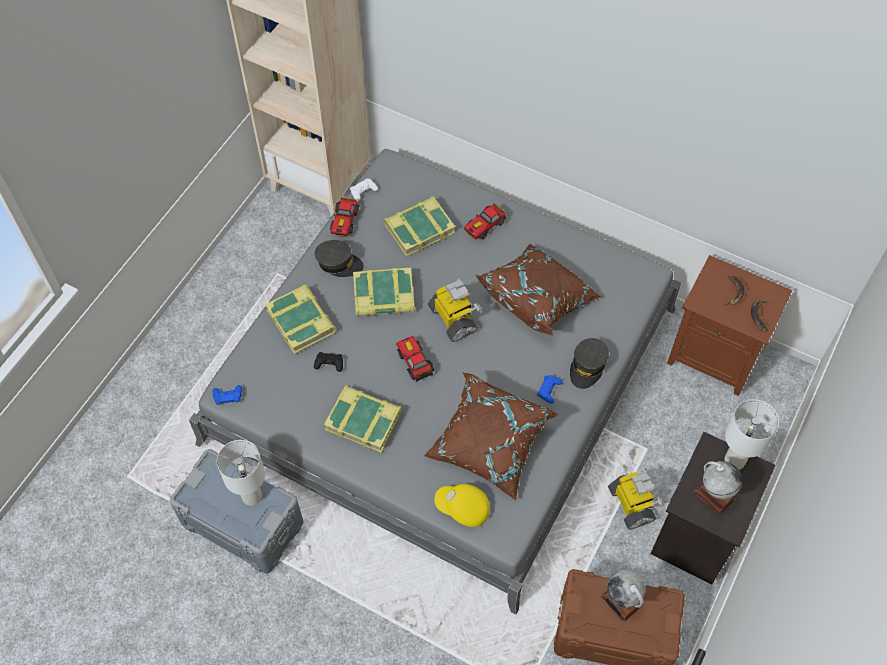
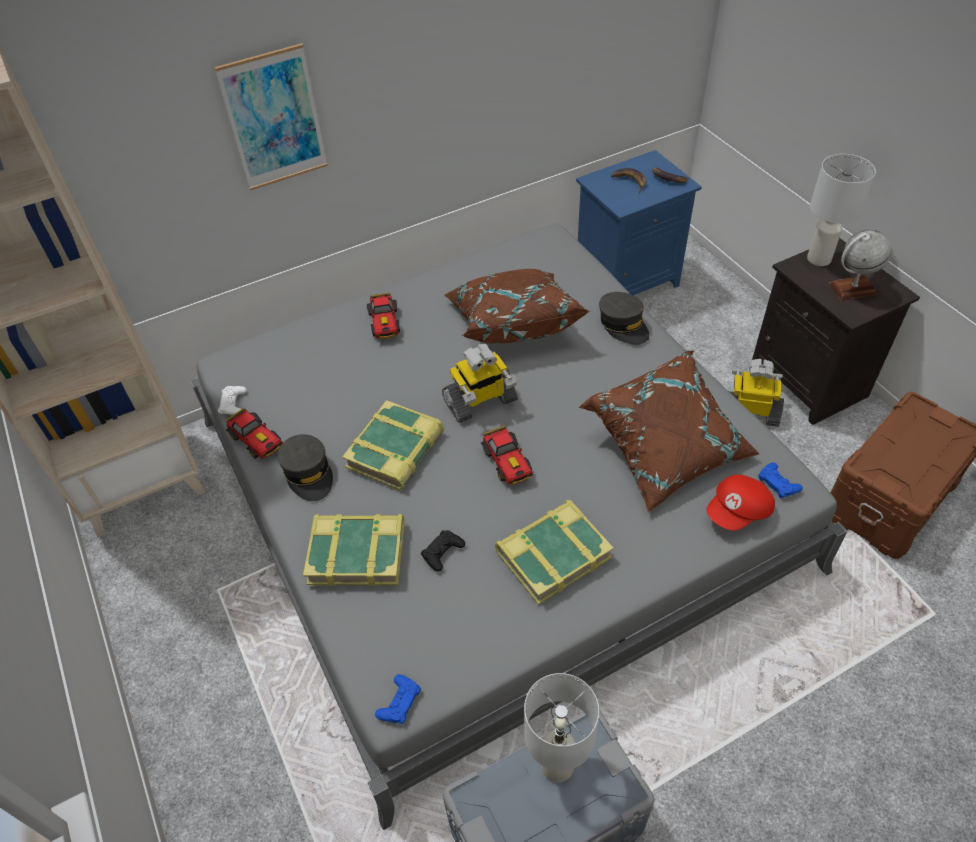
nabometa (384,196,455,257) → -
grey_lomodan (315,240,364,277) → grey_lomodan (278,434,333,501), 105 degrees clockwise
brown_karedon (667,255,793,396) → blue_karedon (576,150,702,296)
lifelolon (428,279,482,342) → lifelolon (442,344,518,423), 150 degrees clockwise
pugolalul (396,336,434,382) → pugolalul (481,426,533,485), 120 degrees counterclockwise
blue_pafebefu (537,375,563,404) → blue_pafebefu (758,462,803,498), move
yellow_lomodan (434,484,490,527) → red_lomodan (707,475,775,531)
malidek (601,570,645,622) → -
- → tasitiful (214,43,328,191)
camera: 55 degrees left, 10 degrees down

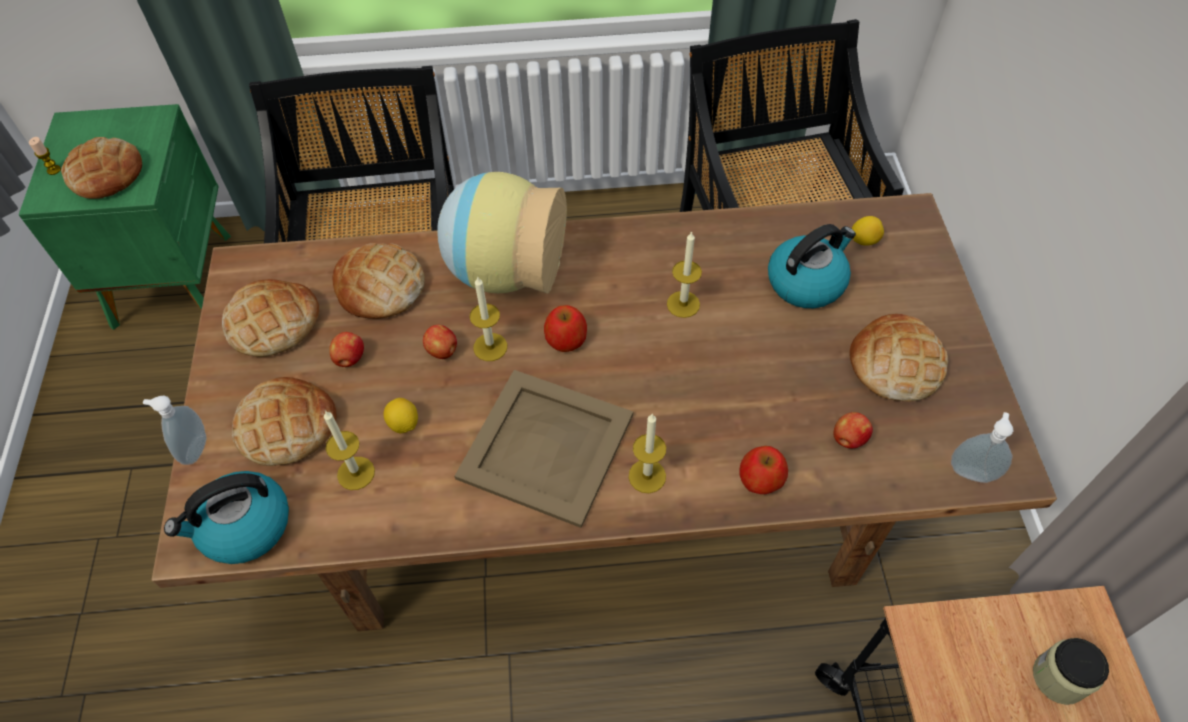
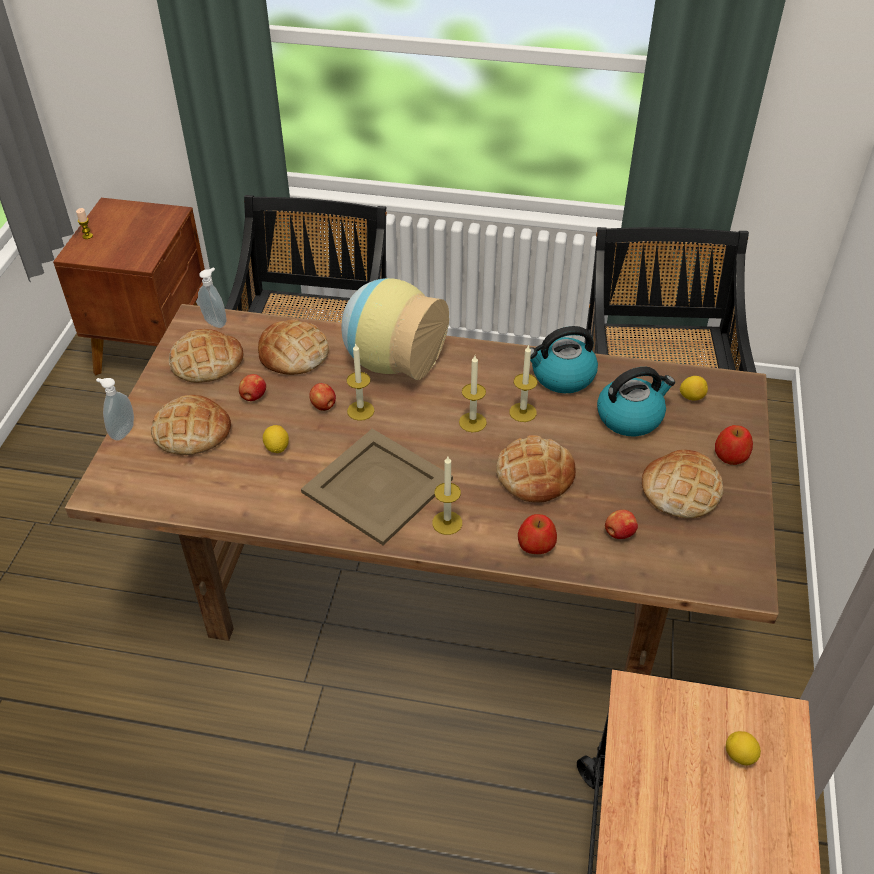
green_karedon (19,104,231,330) → brown_karedon (53,198,205,375)
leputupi (61,137,142,199) → leputupi (496,435,576,503), move
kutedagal (544,305,587,352) → kutedagal (715,425,753,465), move
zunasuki (324,411,375,490) → zunasuki (459,356,487,432), move
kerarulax (951,412,1013,483) → kerarulax (198,267,226,328), move
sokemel (164,471,289,564) → sokemel (530,326,598,393), move
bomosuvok (1033,638,1109,705) → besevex (726,731,761,765)
camera: 15 degrees right, 10 degrees down

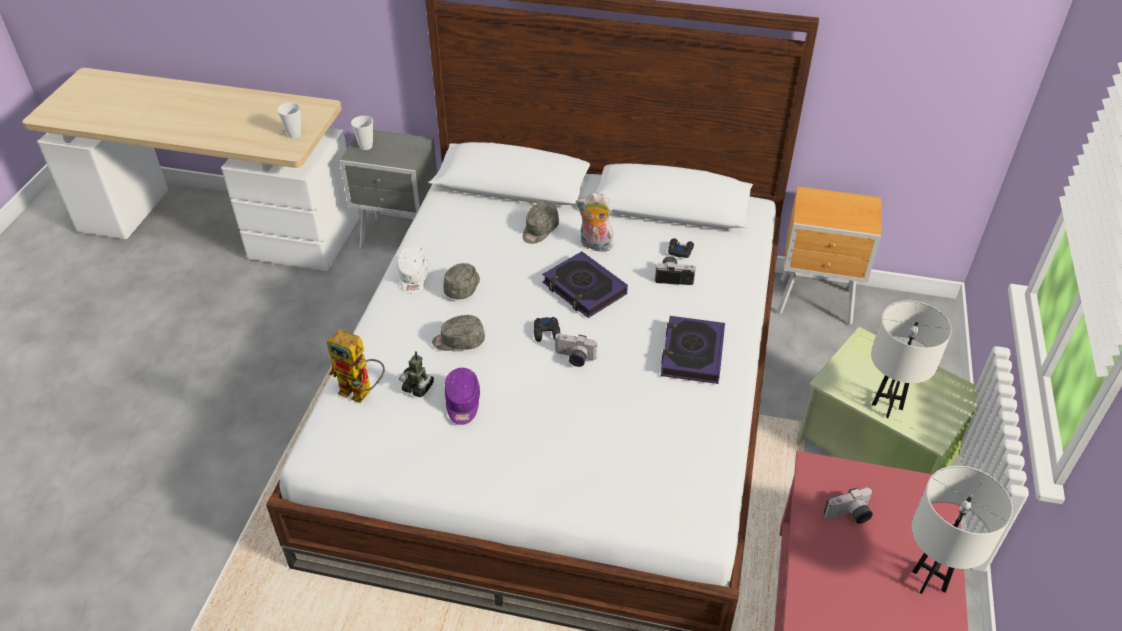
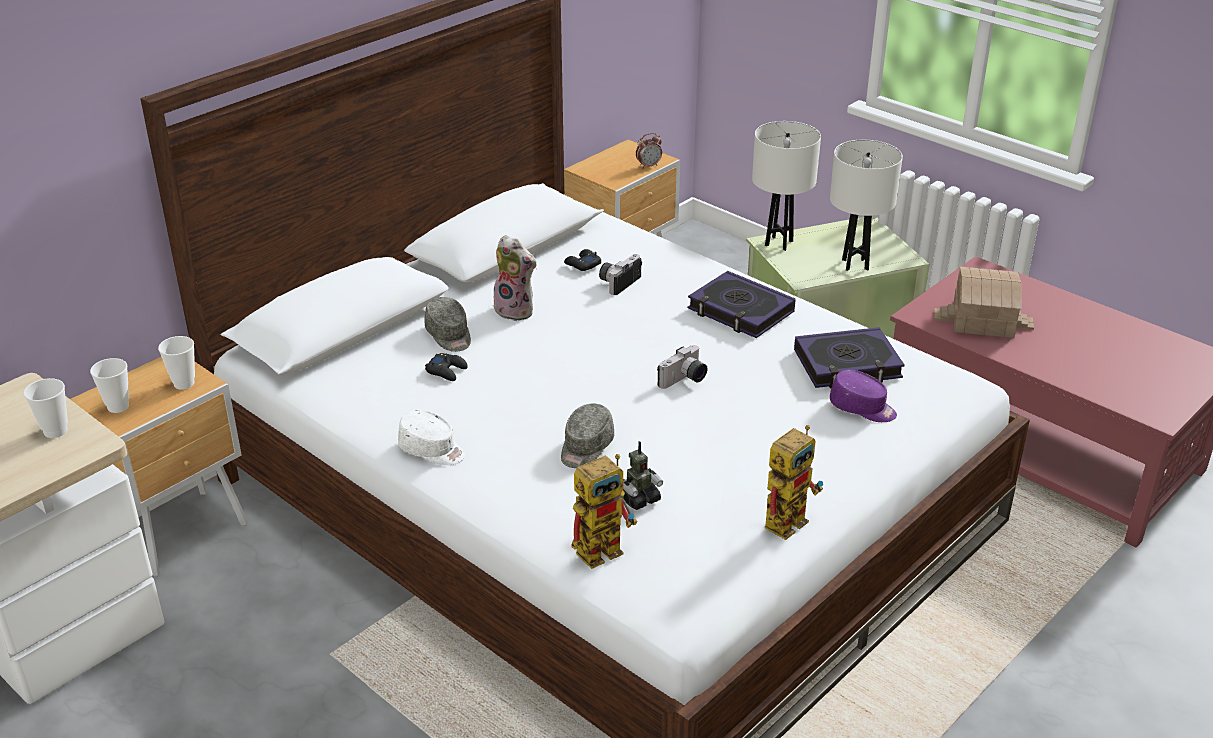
grey_karedon (339,130,437,250) → brown_karedon (70,357,248,577)
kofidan (576,193,614,252) → kofidan (494,235,536,321), 105 degrees counterclockwise
nabometa (542,251,628,318) → nabometa (794,327,905,389), move
grey_lomodan (443,263,480,299) → -
black_pafebefu (534,317,560,342) → black_pafebefu (425,353,468,381), move
purple_lomodan (445,368,480,425) → purple_lomodan (830,370,897,422), move
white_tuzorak (912,466,1013,594) → white_tuzorak (752,121,821,251), move
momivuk (824,488,873,524) → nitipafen (934,267,1034,338)
- → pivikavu (636,133,662,169)
- → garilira (158,336,195,390)
- → lifelolon (765,425,823,540)
camera: 60 degrees left, 10 degrees down

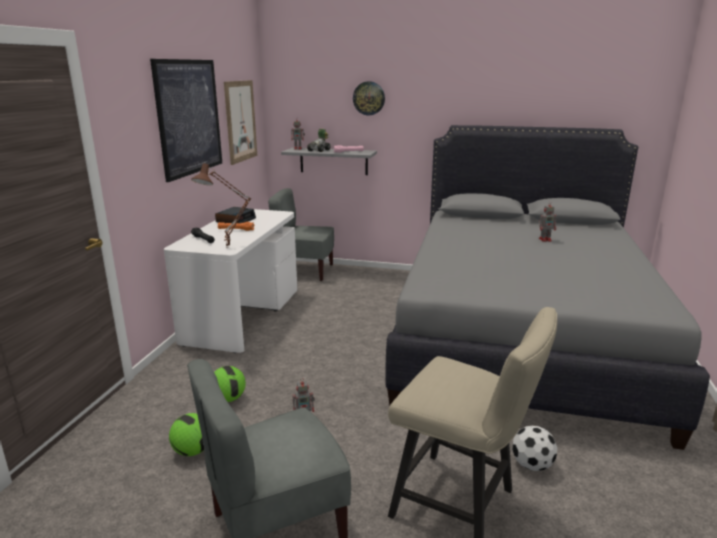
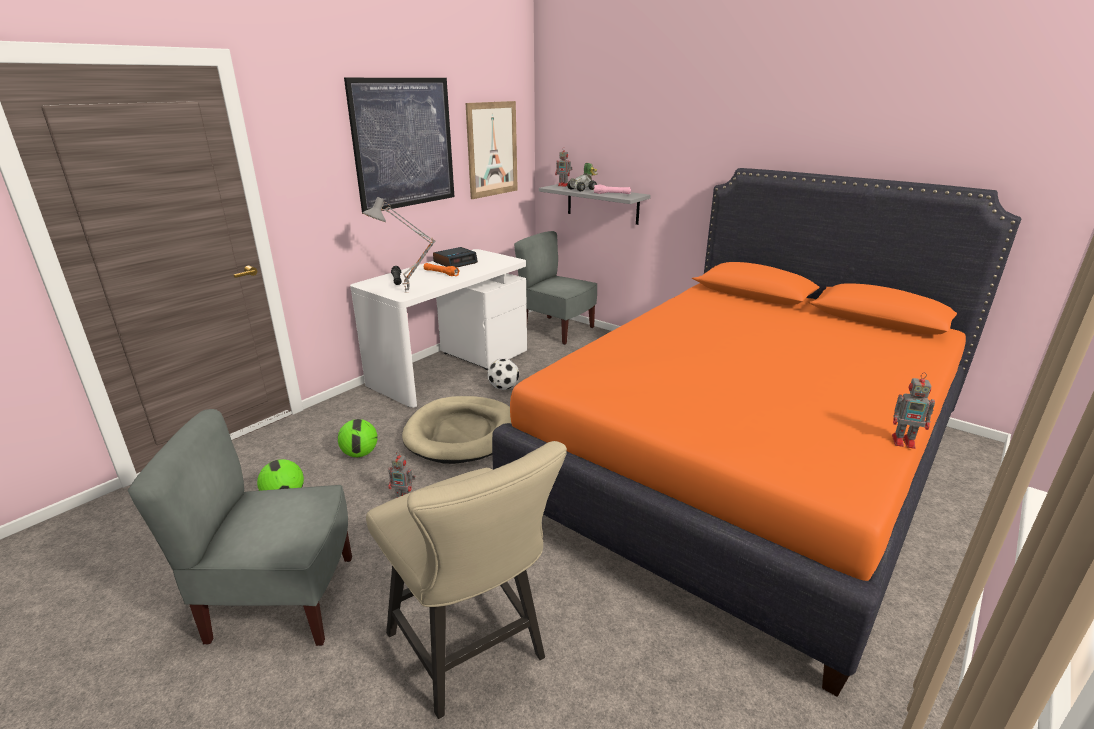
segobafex (353,81,385,115) → -
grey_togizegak (386,125,710,450) → orange_togizegak (492,168,1021,697)
brown_tuzorak (191,163,251,248) → grey_tuzorak (363,197,436,293)
lifelolon (539,201,557,242) → lifelolon (892,372,935,449), move
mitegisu (512,425,557,471) → mitegisu (487,358,519,390), move
- → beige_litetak (402,396,511,464)
camera: 25 degrees right, 5 degrees up

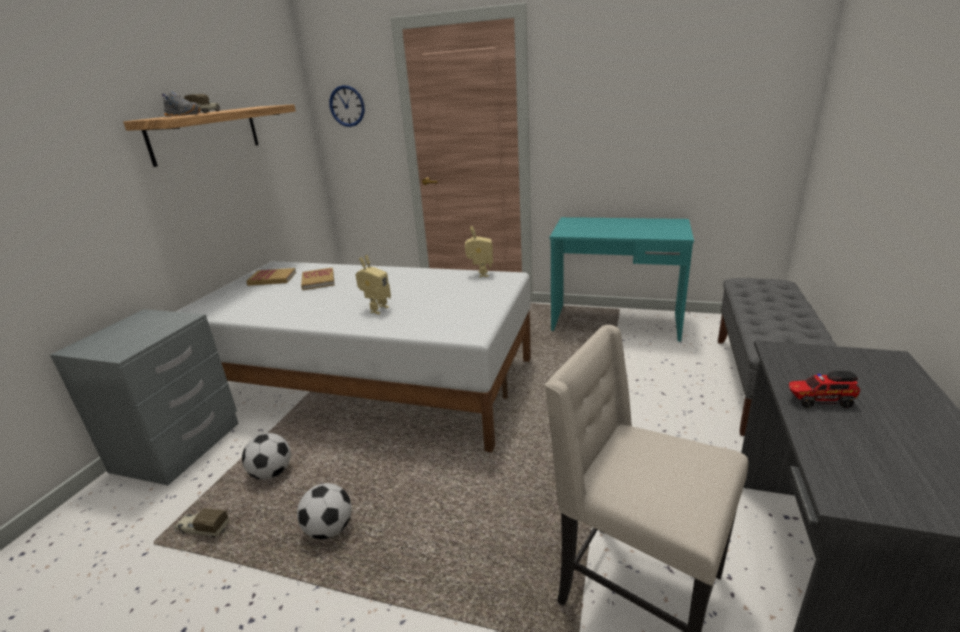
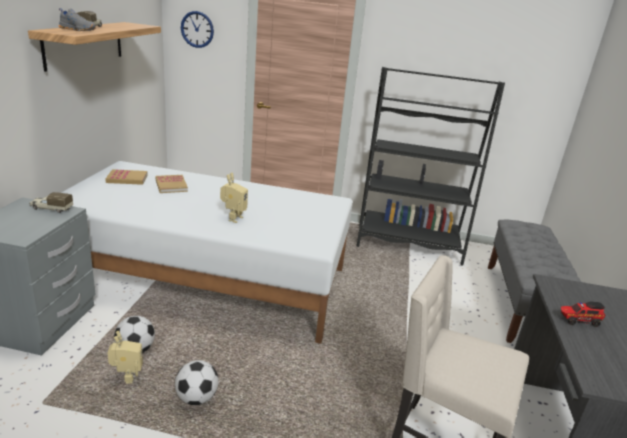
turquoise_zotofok (550,217,694,342) → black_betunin (357,67,505,266)
lifelolon (465,226,493,277) → lifelolon (107,331,143,384), move
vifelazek (174,508,230,538) → vifelazek (29,192,73,213), move
camera: 10 degrees left, 0 degrees up

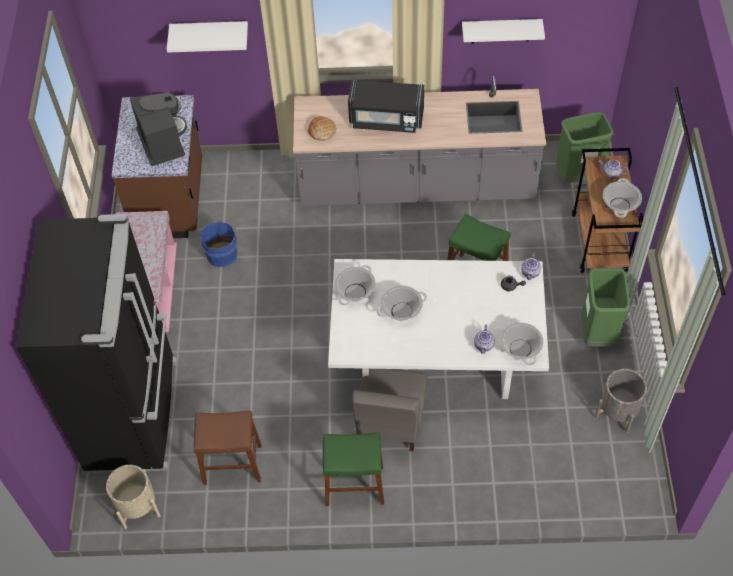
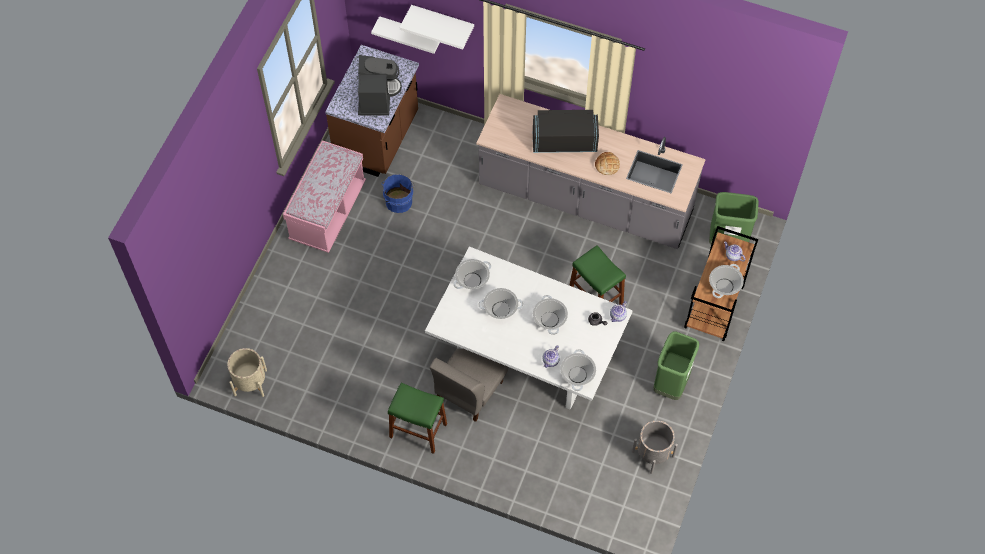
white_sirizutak (462,19,545,43) → white_sirizutak (371,16,440,54), move
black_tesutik (348,80,424,133) → black_tesutik (533,110,599,153), 150 degrees clockwise
leputupi (308,116,336,141) → leputupi (595,152,620,175), move
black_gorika (16,214,178,473) → -
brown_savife (194,410,261,485) → -
- → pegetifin (533,295,568,335)
camera: 20 degrees right, 5 degrees up

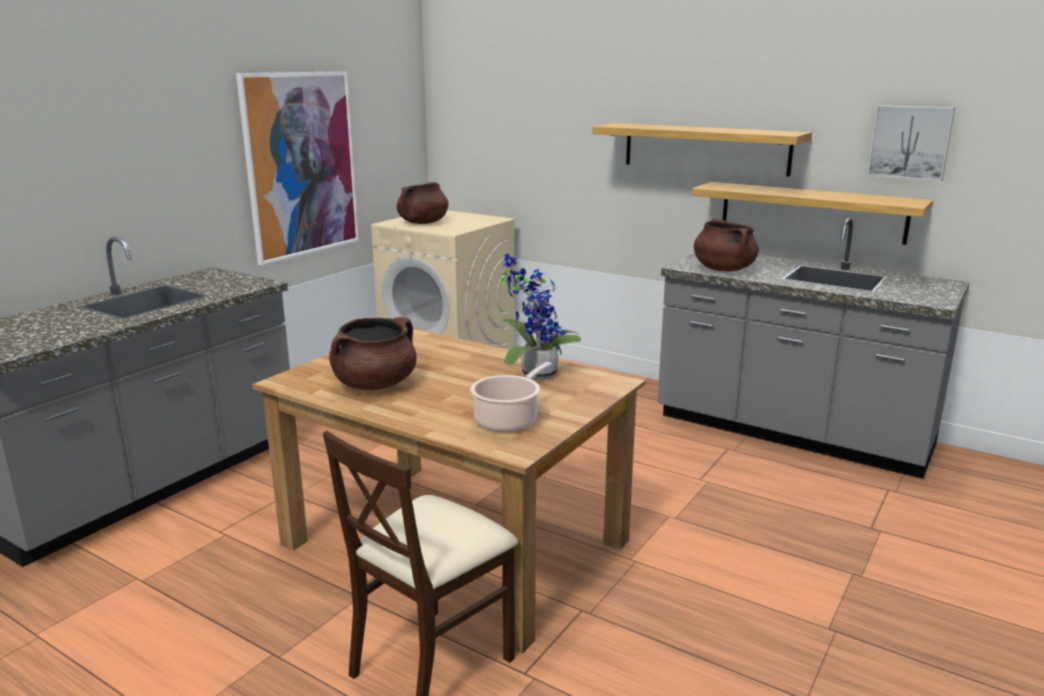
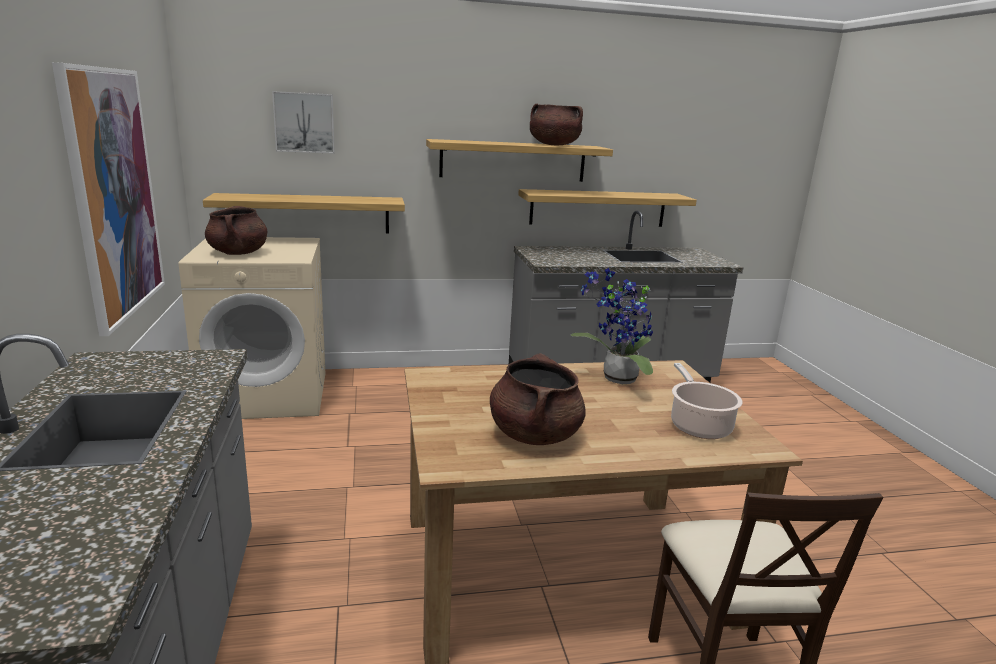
tasitiful (867,105,955,181) → tasitiful (272,91,335,154), move
brown_pegetifin (694,218,759,271) → brown_pegetifin (530,104,583,145), move
- → sirizutak (203,193,405,233)
camera: 45 degrees left, 0 degrees up

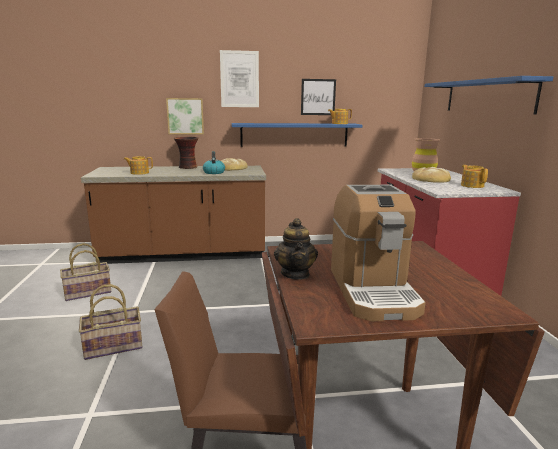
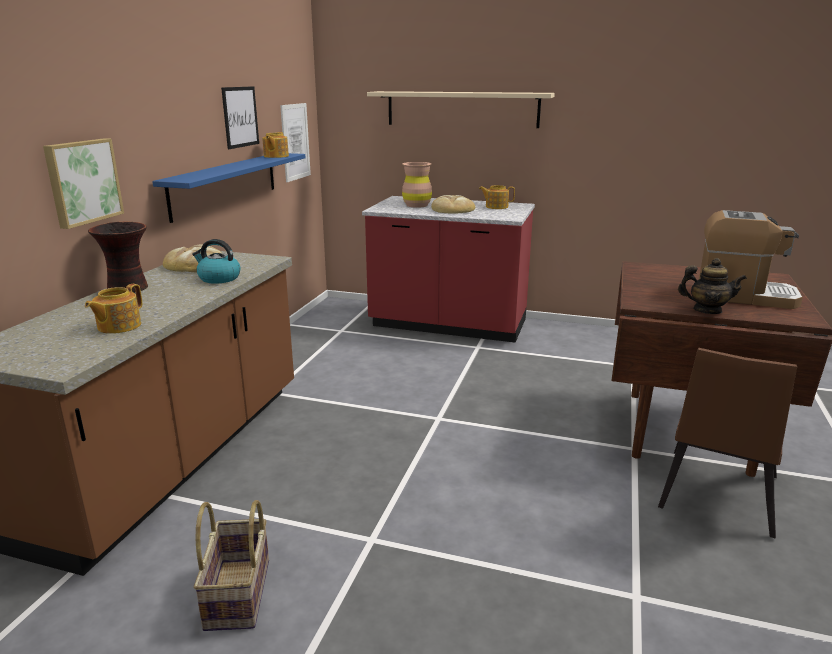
tasitiful (220,50,259,107) → tasitiful (280,103,311,182), move
blue_sirizutak (424,76,553,115) → beige_sirizutak (367,91,555,128)
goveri (79,284,142,360) → -
camera: 65 degrees left, 5 degrees up

